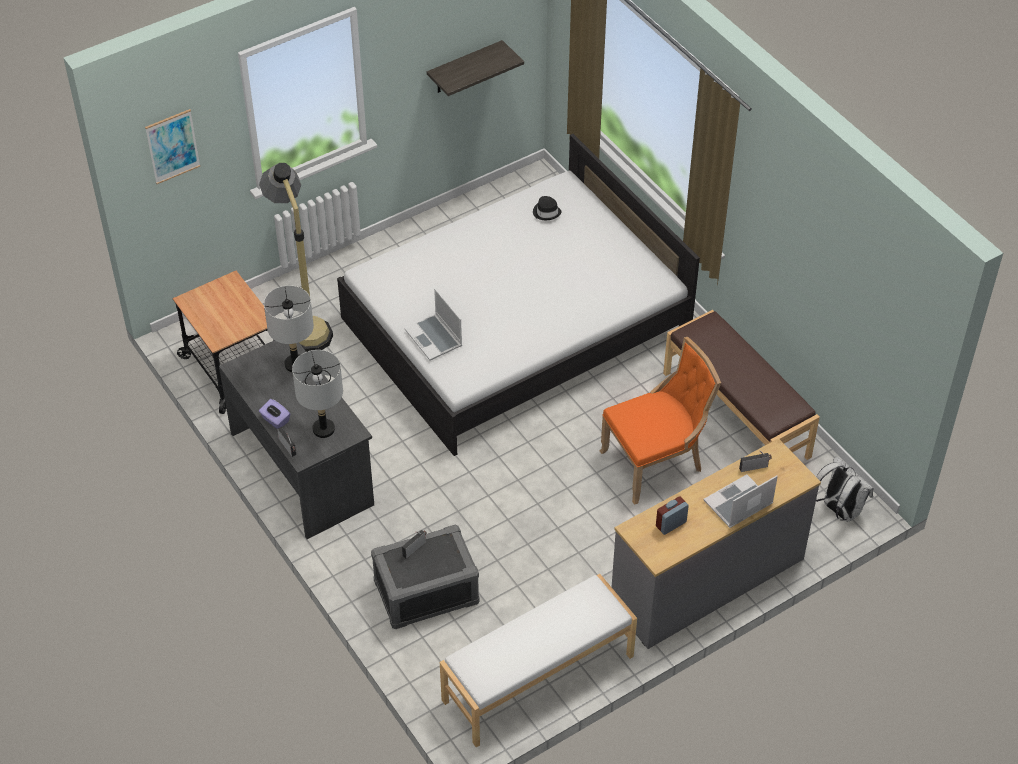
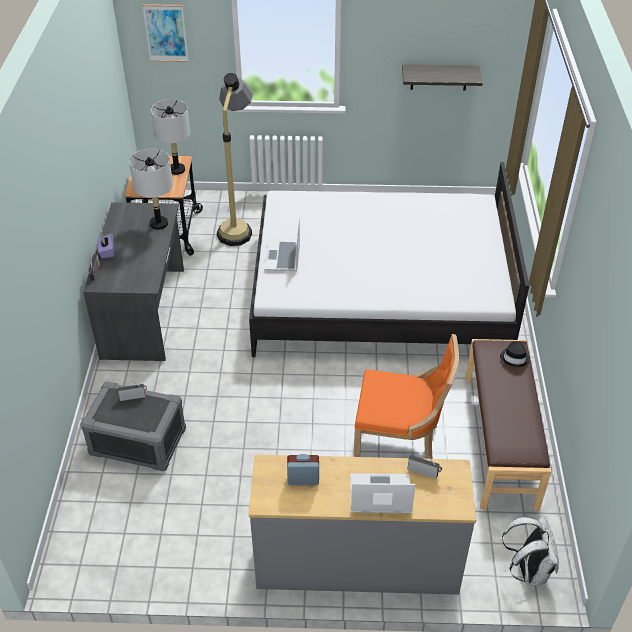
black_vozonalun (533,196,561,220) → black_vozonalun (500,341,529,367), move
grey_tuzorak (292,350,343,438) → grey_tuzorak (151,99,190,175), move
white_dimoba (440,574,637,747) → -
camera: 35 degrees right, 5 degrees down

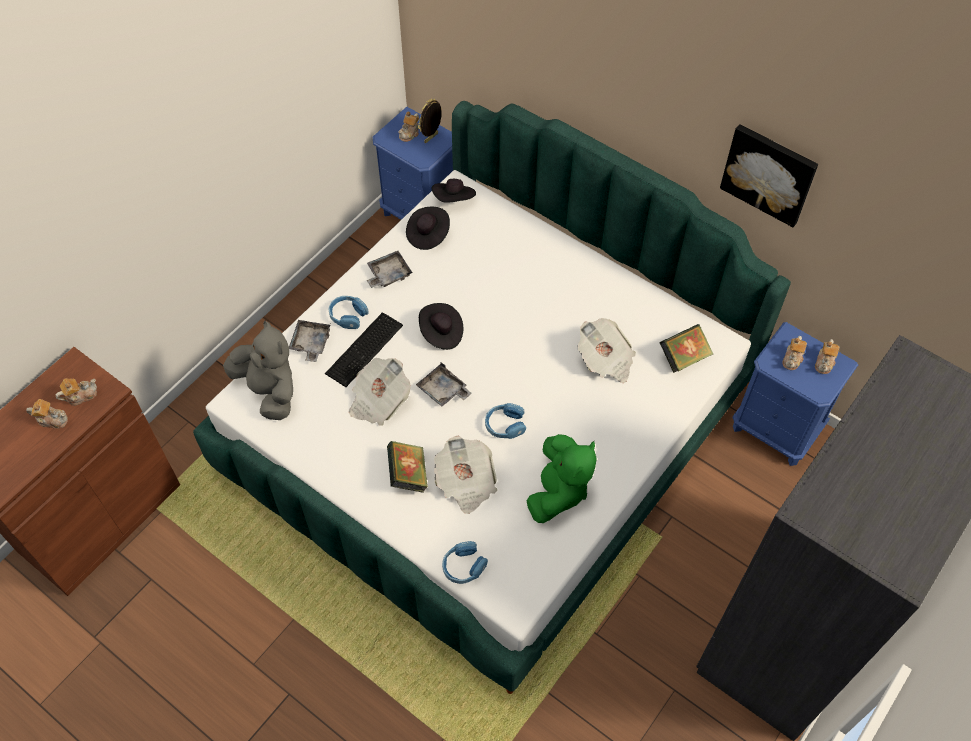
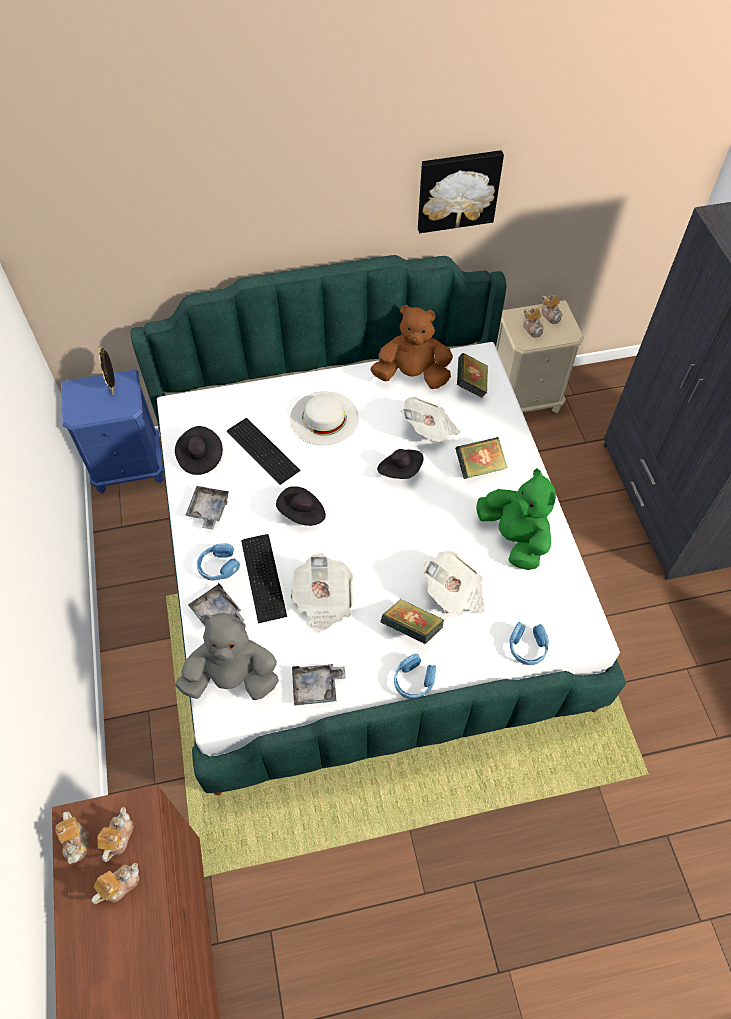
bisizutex (398,112,419,142) → bisizutex (56,812,89,864), move
black_vozonalun (432,179,476,202) → black_vozonalun (377,449,424,479), move
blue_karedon (732,322,858,466) → beige_karedon (496,300,584,413)
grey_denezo (416,362,472,407) → grey_denezo (292,664,346,706), move
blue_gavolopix (485,403,526,439) → blue_gavolopix (394,654,436,699), move
- → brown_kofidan (370,305,453,389)
- → white_vozonalun (290,391,359,445)
- → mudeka (227,418,301,485)
- → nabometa (455,437,508,479)
camera: 50 degrees left, 0 degrees up

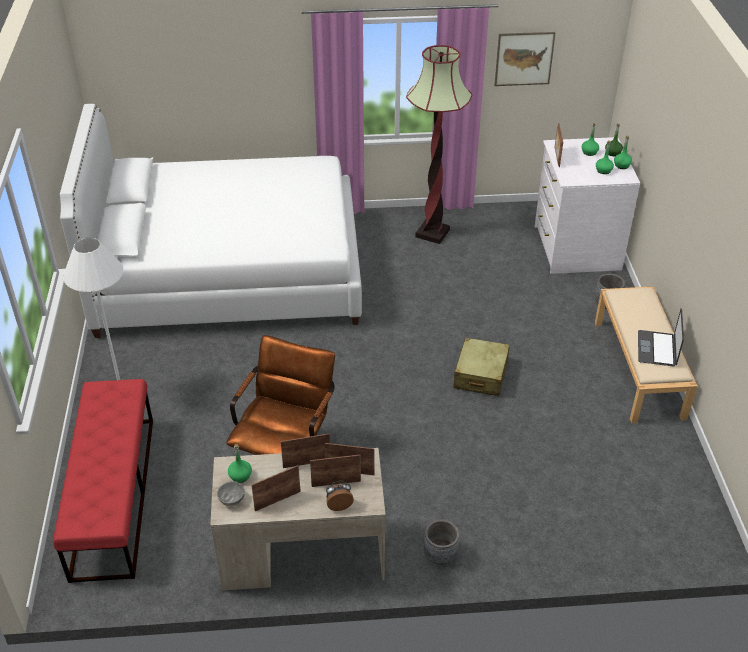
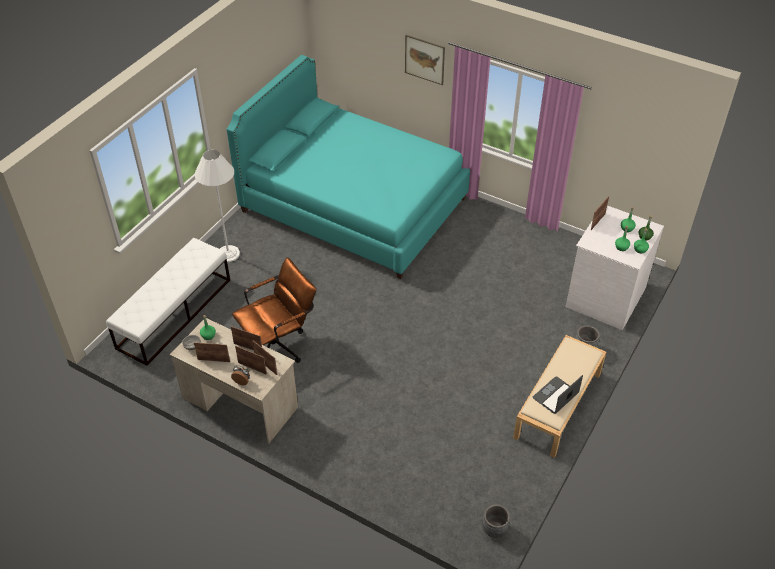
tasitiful (494,32,555,86) → tasitiful (405,35,445,85), move
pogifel (406,45,472,244) → -
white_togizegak (60,104,362,338) → turquoise_togizegak (227,55,470,279)
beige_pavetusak (453,337,510,396) → -
red_dimoba (53,379,153,583) → white_dimoba (106,238,230,366)
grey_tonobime (424,519,460,565) → grey_tonobime (482,504,510,538), move
camera: 35 degrees right, 5 degrees up

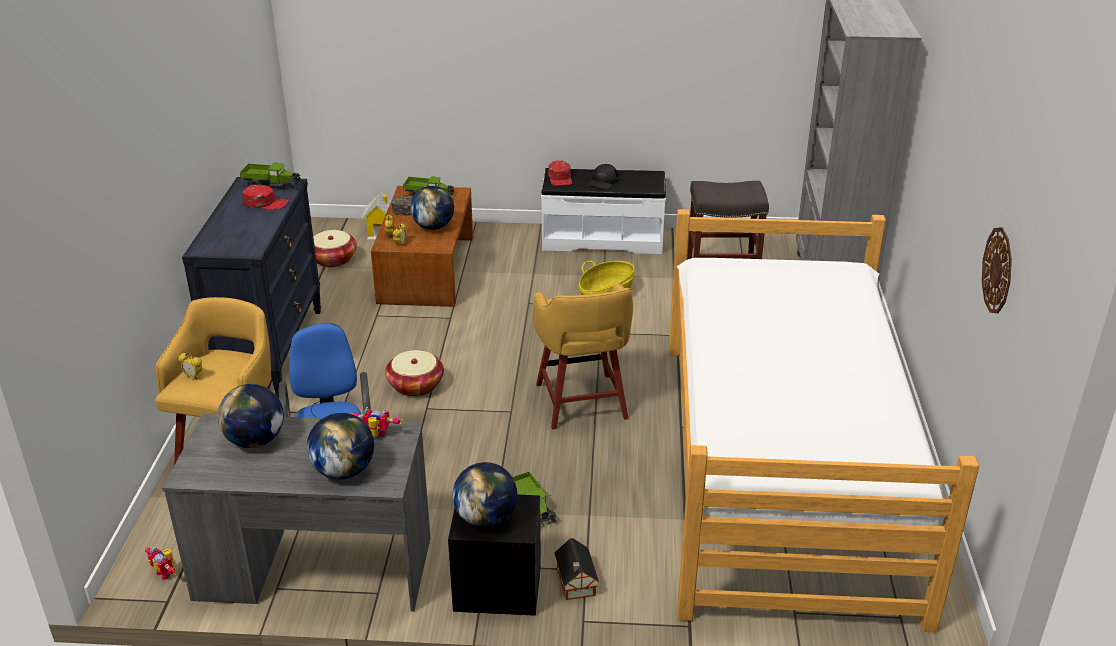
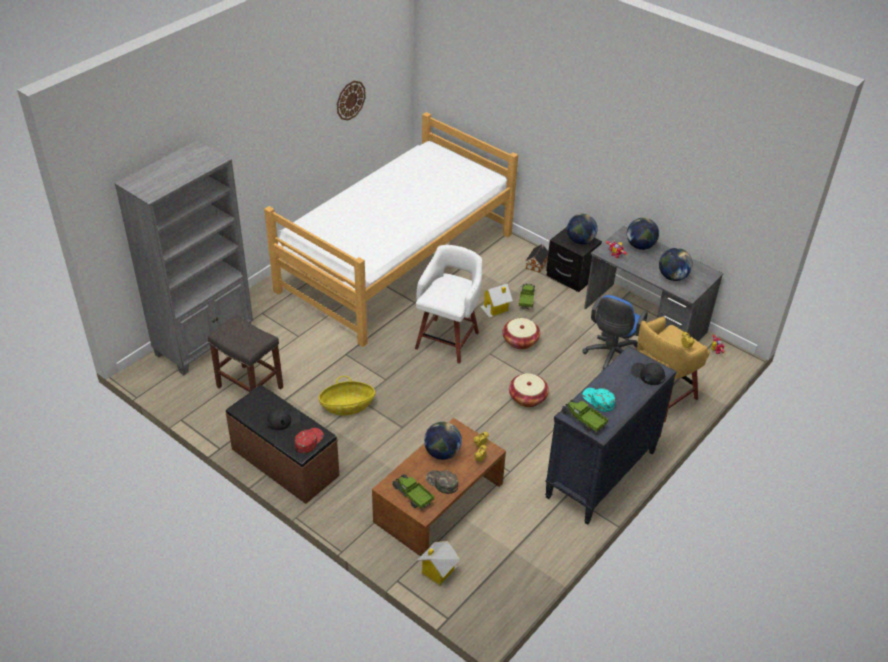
white_dimoba (541,168,666,254) → brown_dimoba (226,385,340,504)
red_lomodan (243,185,288,210) → turquoise_lomodan (582,388,615,412)
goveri (313,230,357,267) → goveri (503,318,540,349), move
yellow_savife (533,283,633,430) → white_savife (415,245,482,364)
- → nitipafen (480,284,513,318)
- → black_lomodan (631,363,665,385)
camera: 145 degrees left, 10 degrees up

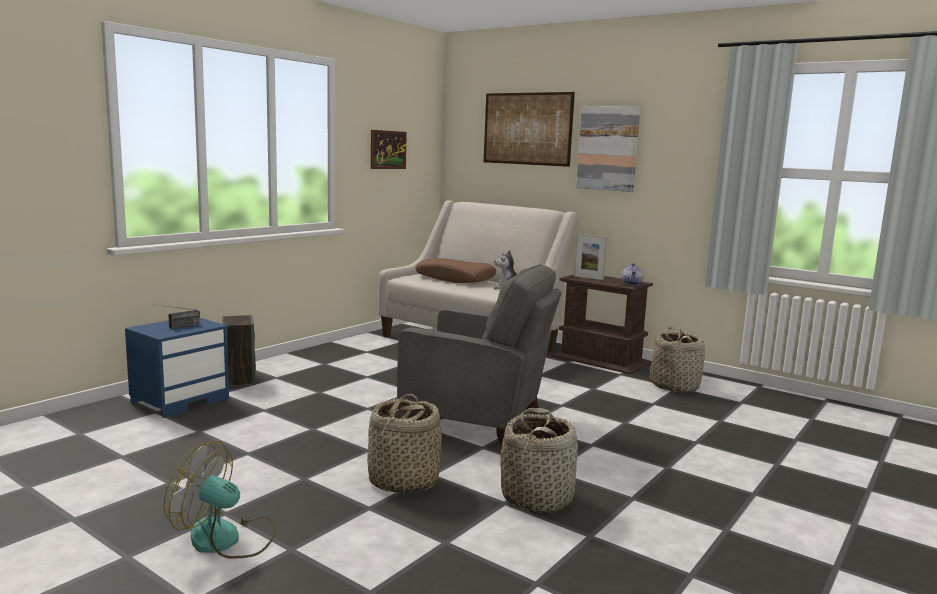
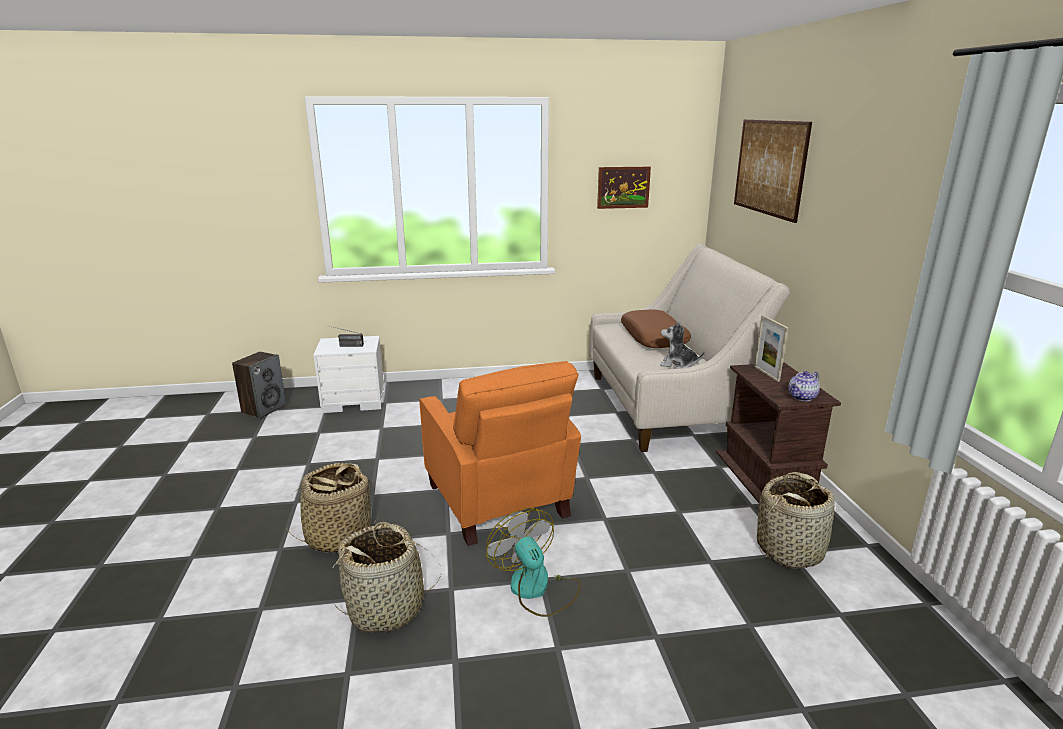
tasitiful (576,106,640,192) → -
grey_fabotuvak (397,264,562,445) → orange_fabotuvak (419,361,581,546)
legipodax (222,315,256,386) → legipodax (232,352,286,419), move
blue_karedon (125,318,229,418) → white_karedon (313,336,384,413)
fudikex (163,441,276,559) → fudikex (486,508,581,617), move
camera: 45 degrees right, 10 degrees up

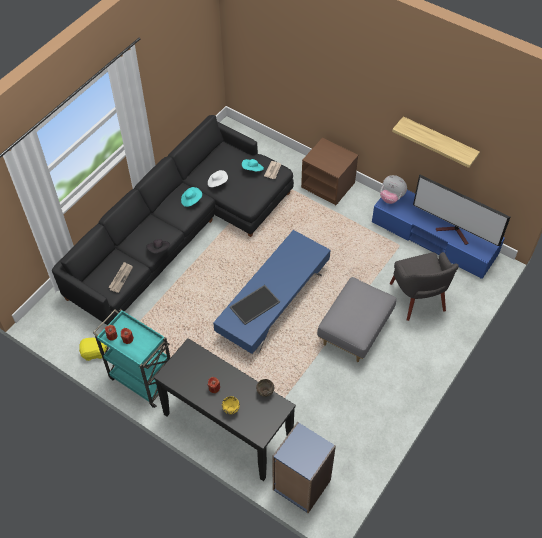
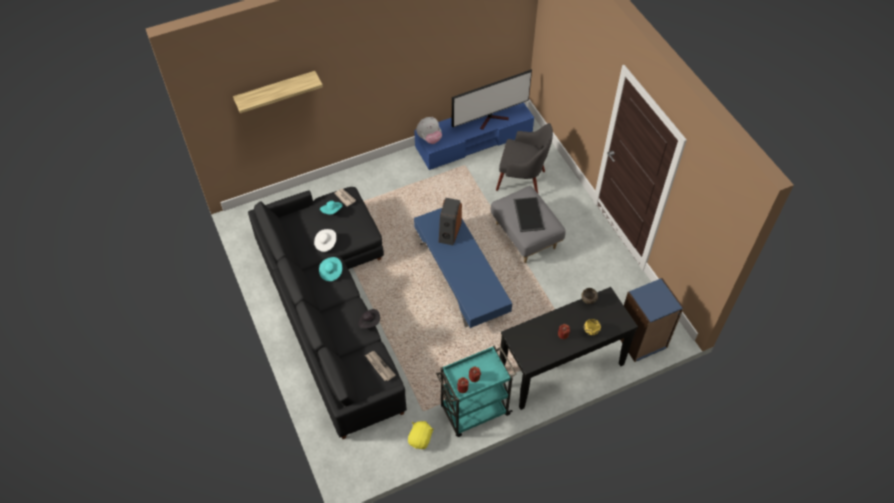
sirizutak (392,116,480,168) → sirizutak (233,71,323,113), move
brown_karedon (301,138,358,205) → -
denezo (230,285,280,325) → denezo (514,197,545,232), move
- → legipodax (439,198,462,245)
camera: 60 degrees left, 0 degrees up

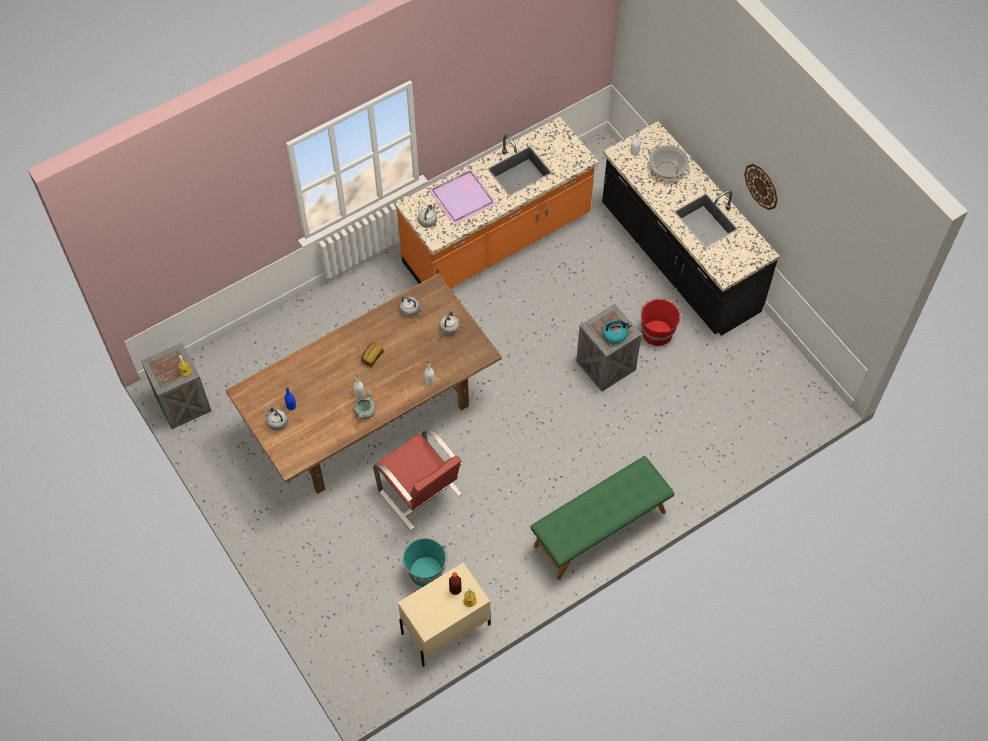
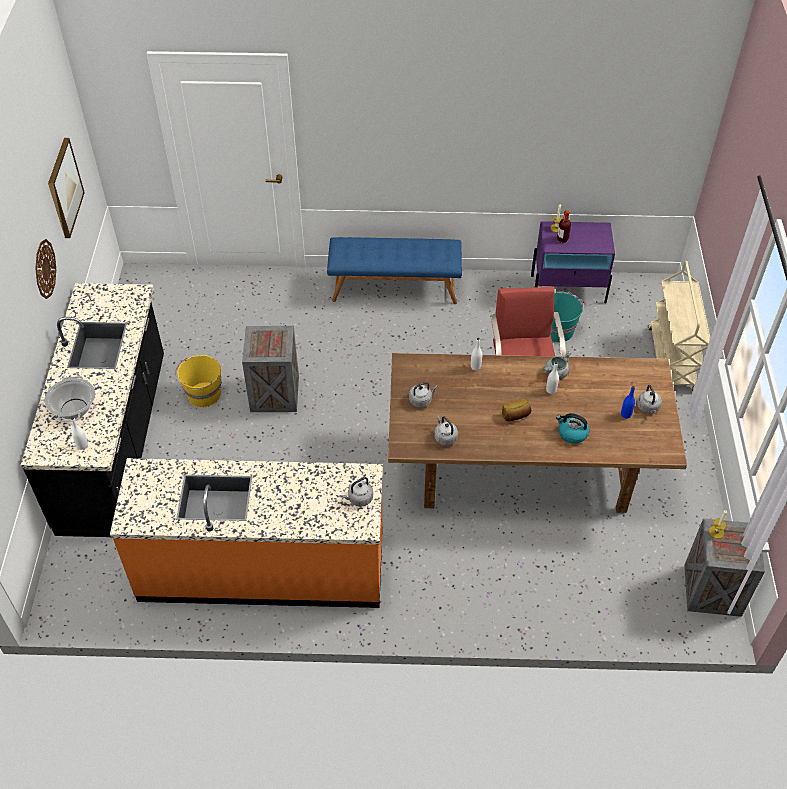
purple_denezo (429,169,497,225) → -
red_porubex (641,298,681,346) → yellow_porubex (175,355,221,407)
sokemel (602,320,632,344) → sokemel (556,413,590,444), move
green_dimoba (531,456,675,580) → blue_dimoba (327,237,462,304)
beige_karedon (398,563,491,667) → purple_karedon (531,221,615,303)
- → tasitiful (48,138,85,238)
- → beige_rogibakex (648,261,710,389)
camera: 145 degrees left, 10 degrees down

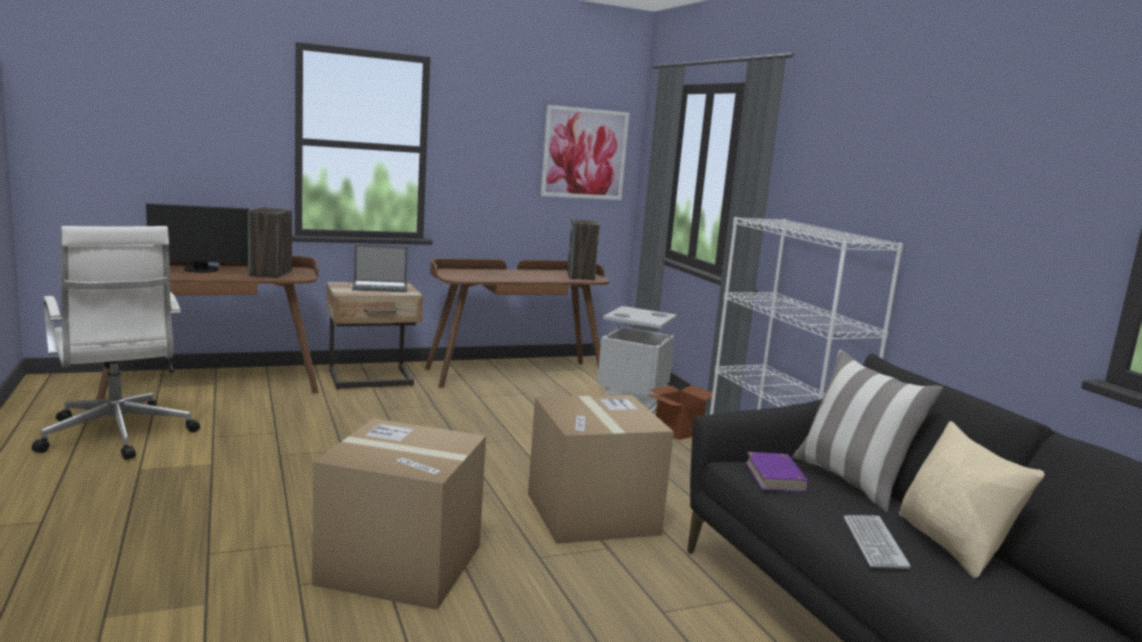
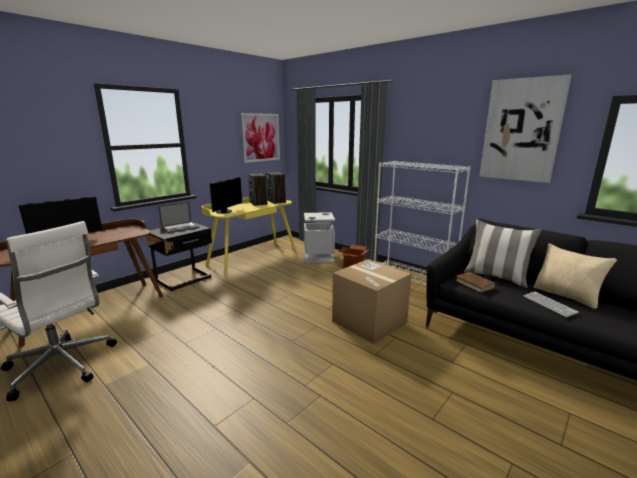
legipodax (248,207,292,278) → legipodax (248,173,268,206), move
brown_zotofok (425,259,609,388) → yellow_zotofok (202,197,296,275)
beige_karedon (327,282,423,390) → black_karedon (146,222,212,291)
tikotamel (312,418,486,610) → -
purple_nabometa (745,452,809,492) → brown_nabometa (456,272,496,293)
- → tasitiful (479,74,572,183)
- → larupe (210,177,242,214)
camera: 25 degrees left, 5 degrees up

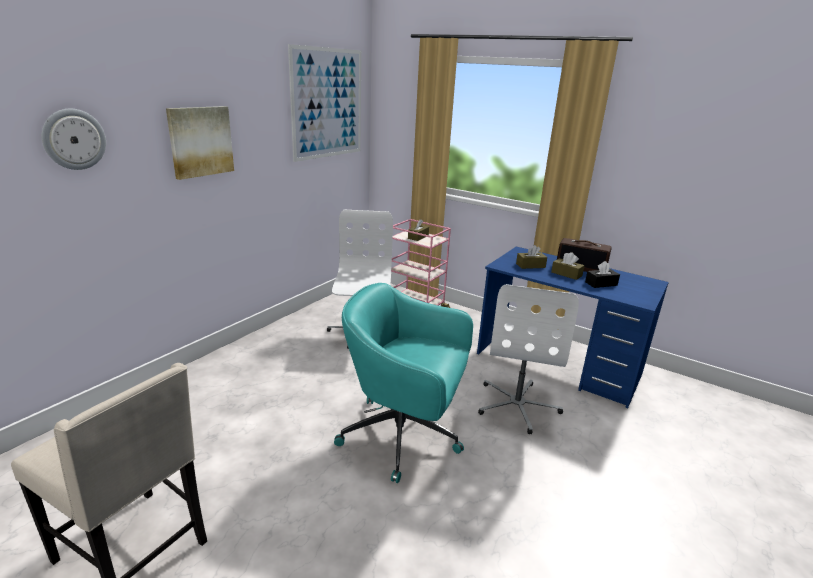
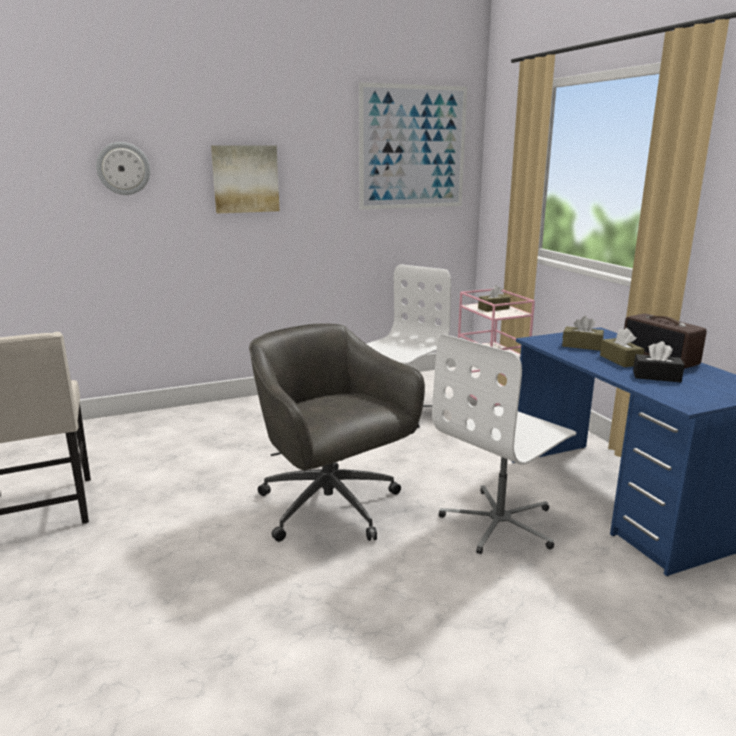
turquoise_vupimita (334,283,473,483) → grey_vupimita (249,323,425,542)
camera: 35 degrees right, 5 degrees down

